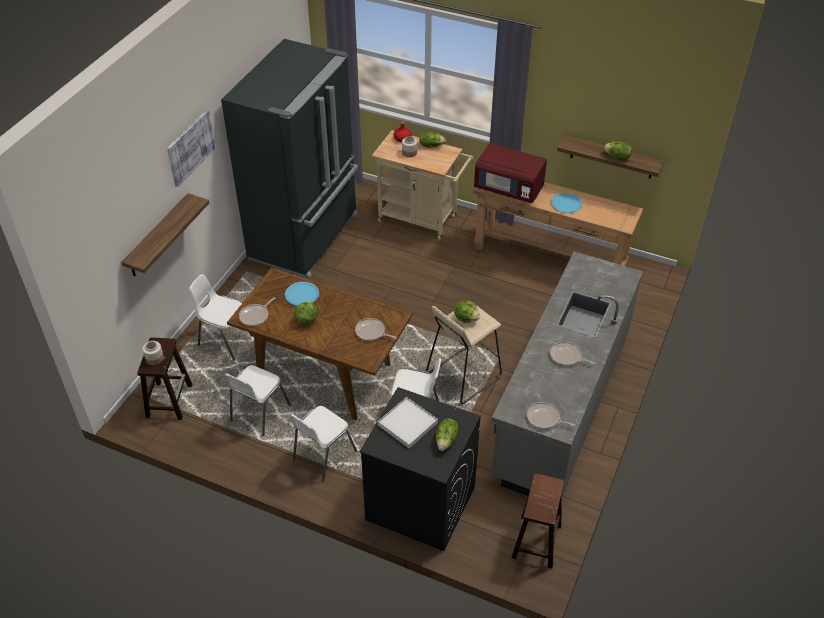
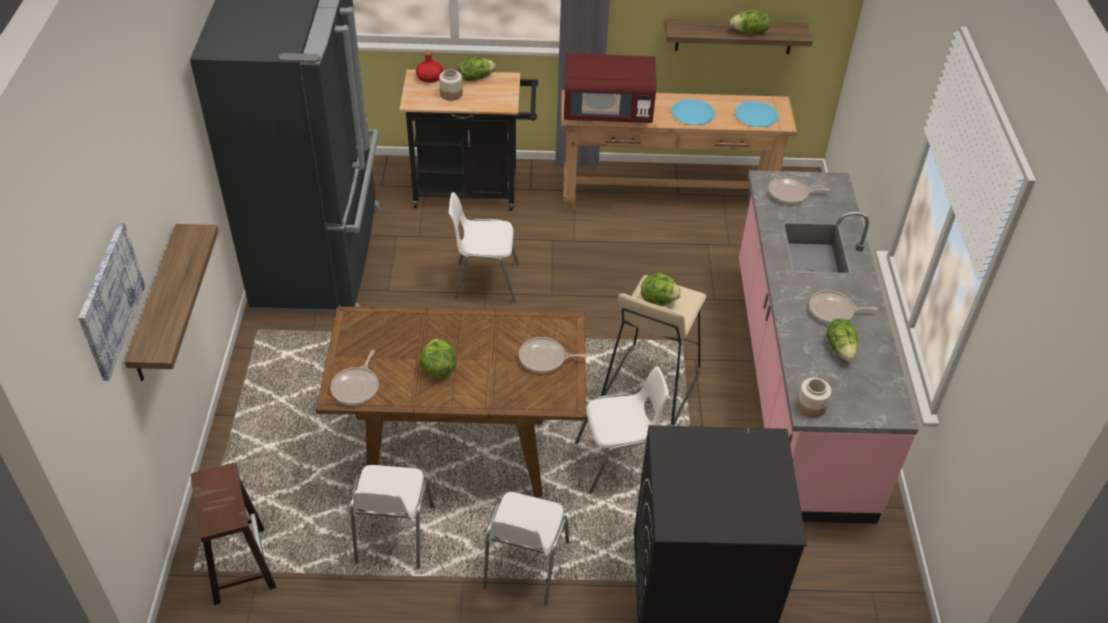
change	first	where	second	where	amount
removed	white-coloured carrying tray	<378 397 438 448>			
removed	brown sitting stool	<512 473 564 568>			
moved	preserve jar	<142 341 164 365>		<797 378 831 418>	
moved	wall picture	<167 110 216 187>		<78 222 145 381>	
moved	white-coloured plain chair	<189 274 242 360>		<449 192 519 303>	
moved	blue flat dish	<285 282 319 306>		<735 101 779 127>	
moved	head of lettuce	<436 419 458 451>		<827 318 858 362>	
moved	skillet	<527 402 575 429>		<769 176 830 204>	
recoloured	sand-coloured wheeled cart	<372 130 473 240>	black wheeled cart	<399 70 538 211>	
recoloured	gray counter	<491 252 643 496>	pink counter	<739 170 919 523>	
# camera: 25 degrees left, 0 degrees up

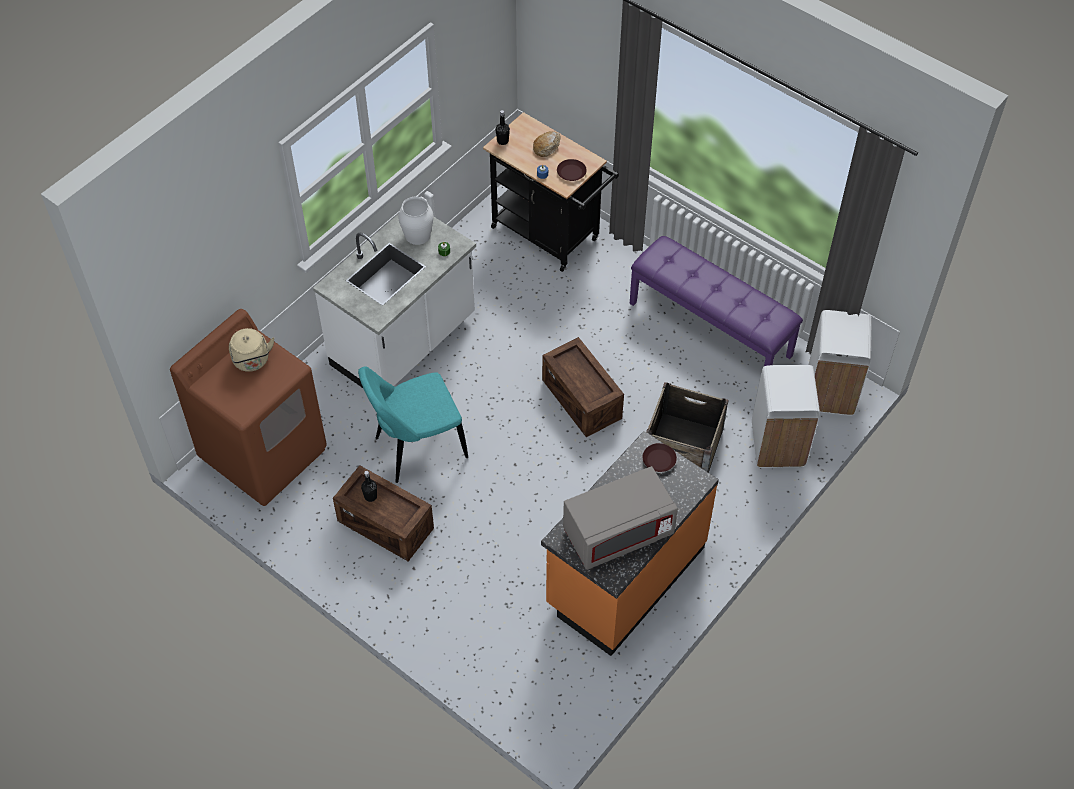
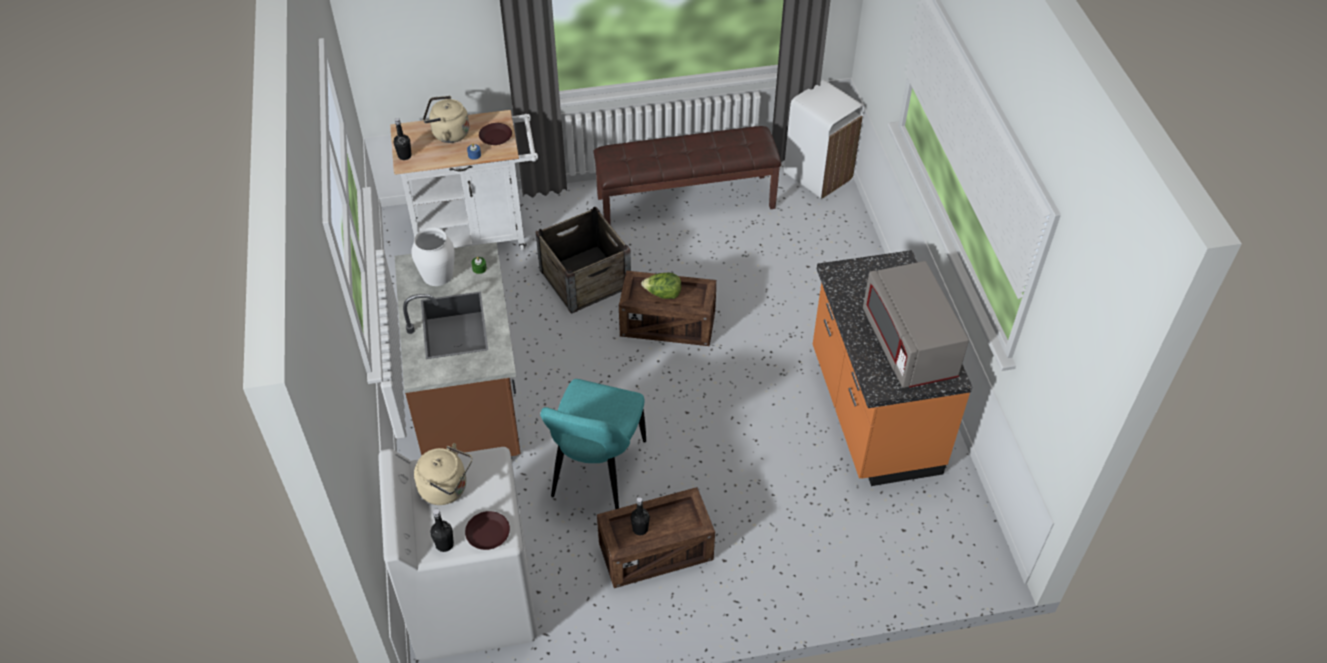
change	first	where	second	where	amount
removed	white-coloured waste bin	<752 365 820 468>			
added			black bottle	<430 509 454 552>	
added			head of lettuce	<641 273 681 299>	
moved	brown flat dish	<643 443 677 472>		<465 511 510 550>	
moved	shipping crate	<646 382 729 473>		<535 207 631 314>	
replaced	bakery bread	<533 131 561 157>	sand-coloured water kettle	<423 96 469 143>	
recoloured	brown washing machine	<170 309 327 506>	white-coloured washing machine	<378 447 537 661>	
recoloured	white-coloured counter	<313 214 476 388>	brown counter	<395 242 521 456>	
recoloured	black wheeled cart	<483 112 619 272>	white-coloured wheeled cart	<390 110 538 251>	
recoloured	purplish bench	<630 236 803 366>	brown bench	<593 126 781 224>	
turned	gray microwave oven	<563 466 678 570>		<863 261 969 388>	150 degrees clockwise
# camera: 50 degrees left, 5 degrees down

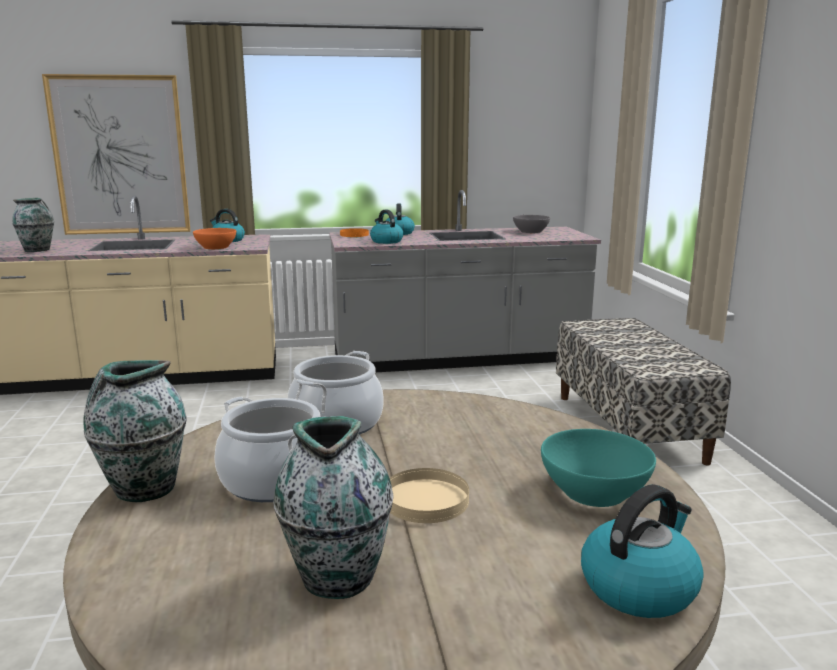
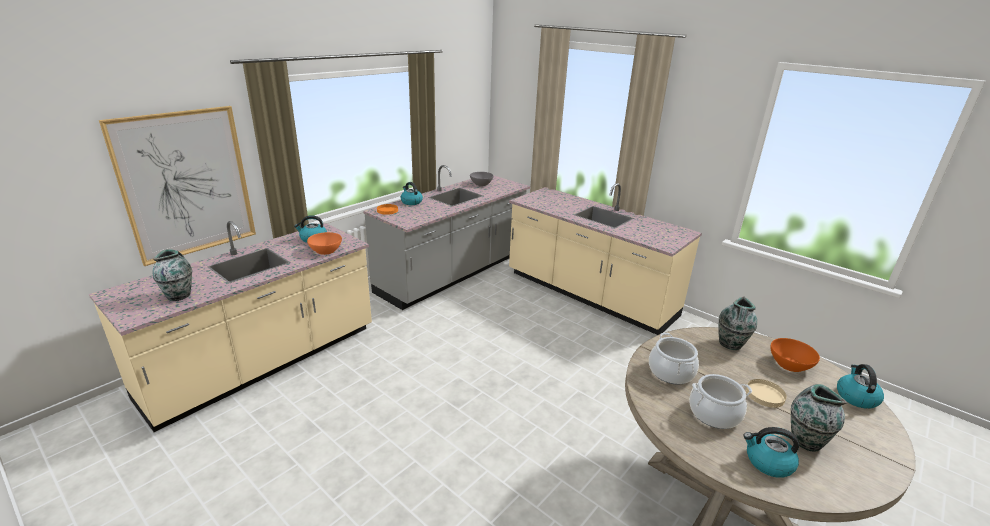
change	first	where	second	where	amount
moved	flower vase	<83 360 186 502>		<718 296 757 350>	
moved	water kettle	<370 210 404 244>		<743 427 799 478>	
replaced	bench	<556 318 731 465>	sand-coloured counter	<509 183 702 335>	
recoloured	blue-green bowl	<541 429 656 507>	orange bowl	<771 338 820 372>	
# camera: 40 degrees left, 10 degrees up

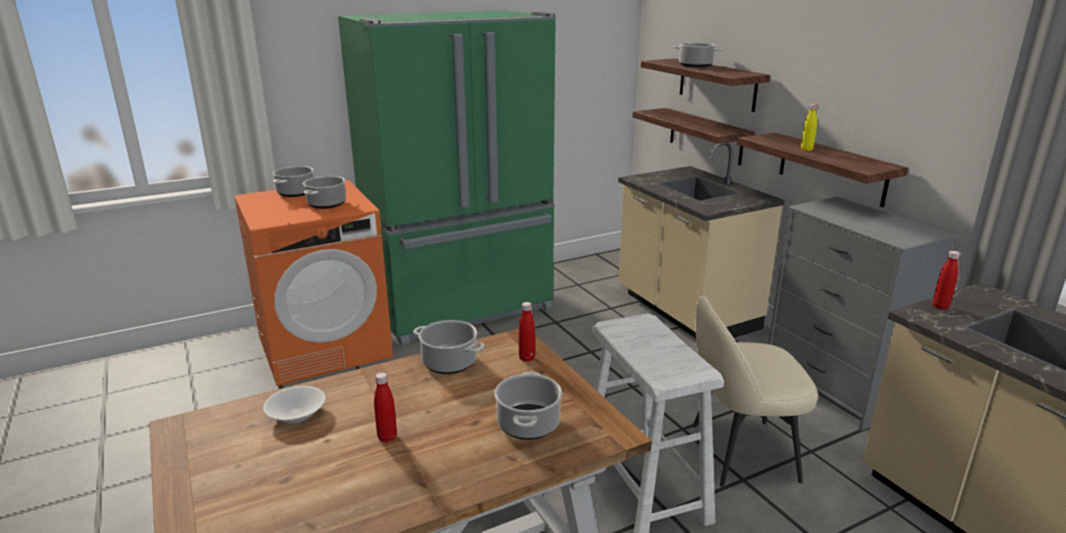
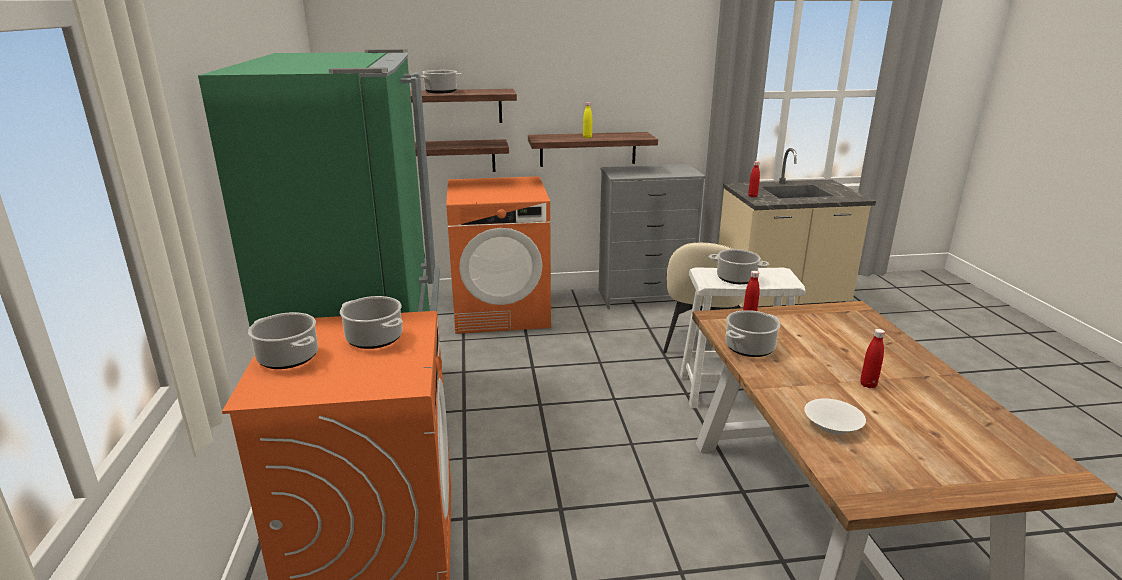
change	first	where	second	where	amount
moved	cooking pot	<494 371 562 440>		<709 249 769 284>	
replaced	sand-coloured counter	<618 143 785 338>	orange washing machine	<446 176 551 334>	
# camera: 70 degrees left, 0 degrees up

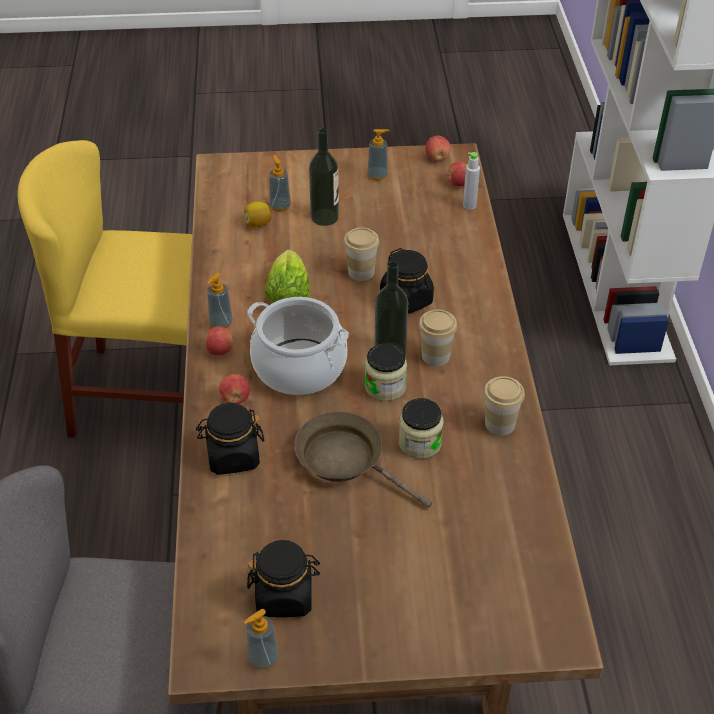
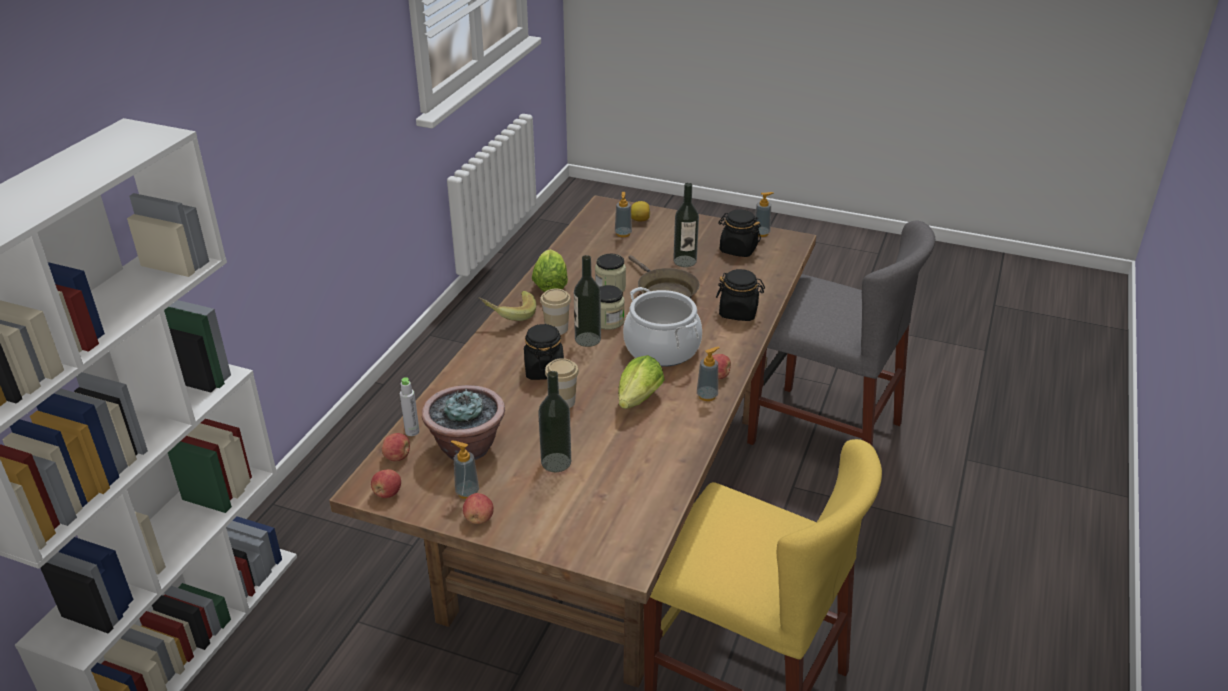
change	first	where	second	where	amount
added			potted plant	<422 385 505 460>	
added			banana	<479 291 536 321>	
added			bottle	<673 183 699 267>	
moved	whole apple	<218 374 250 404>		<463 493 494 524>	
moved	lemon	<244 201 272 227>		<631 201 650 222>	
moved	soap dispenser	<269 155 291 212>		<615 192 632 237>	
replaced	cup	<484 376 525 436>	head of lettuce	<532 249 568 292>	
# camera: 155 degrees left, 10 degrees down

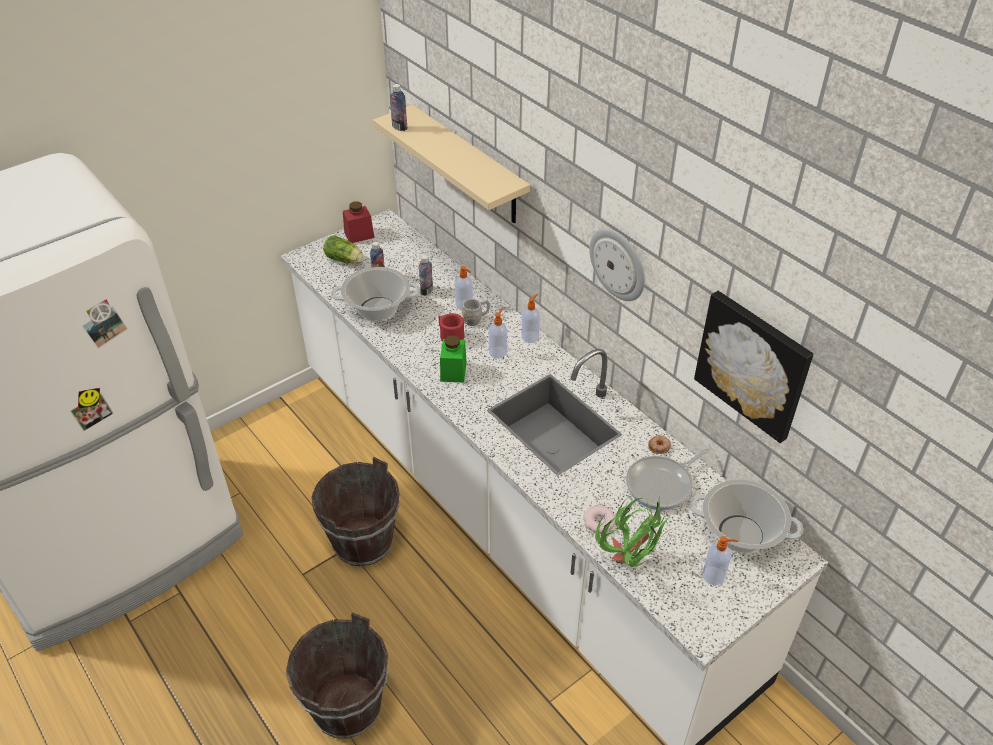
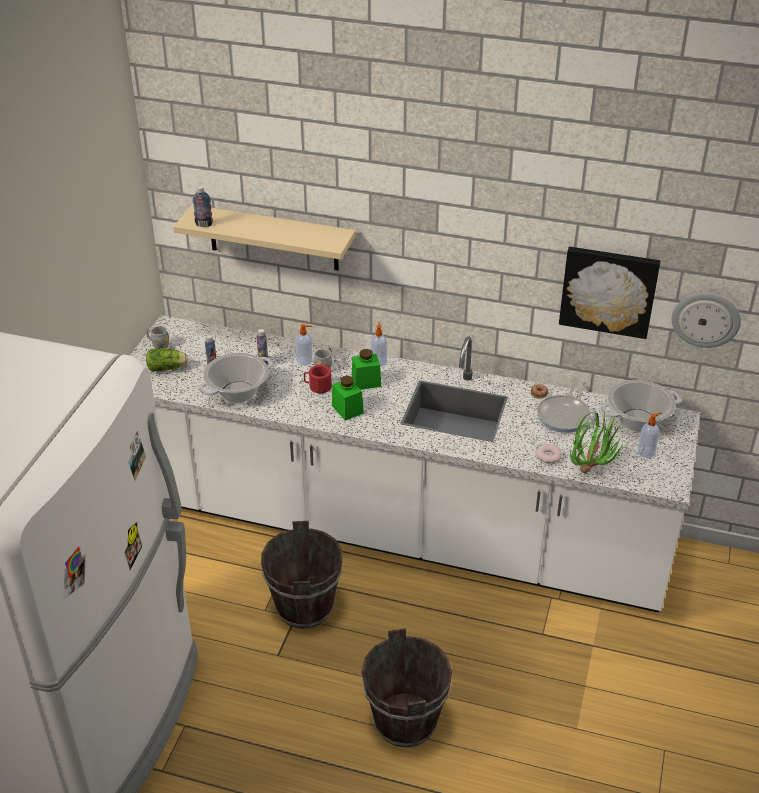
change	first	where	second	where	amount
moved	wall clock	<589 229 645 301>		<672 293 741 348>	
replaced	red preserve jar	<343 202 375 243>	gray mug	<146 326 169 349>	
replaced	soap dispenser	<489 308 507 359>	greenish preserve jar	<352 349 381 390>	
# camera: 35 degrees left, 5 degrees down

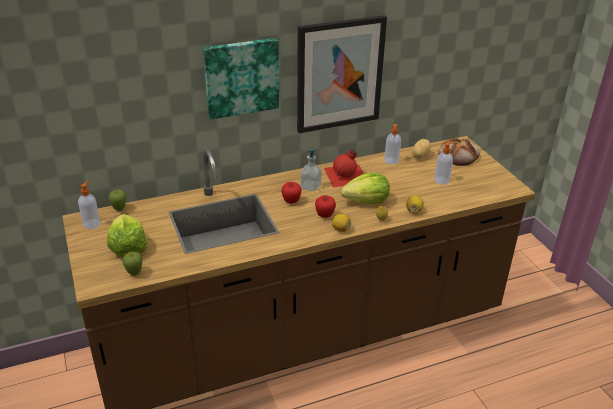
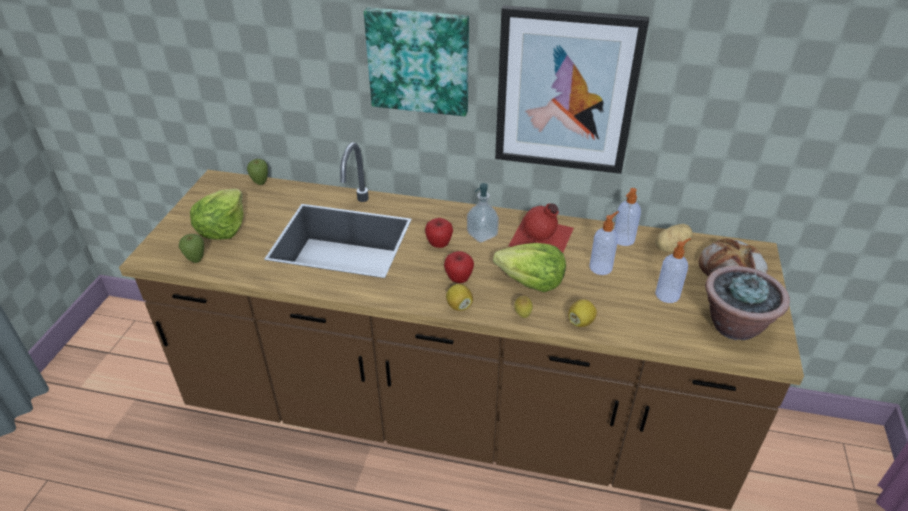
change	first	where	second	where	amount
added			potted plant	<705 266 790 340>	
moved	soap dispenser	<78 180 100 229>		<589 211 619 275>	
# camera: 35 degrees right, 5 degrees up

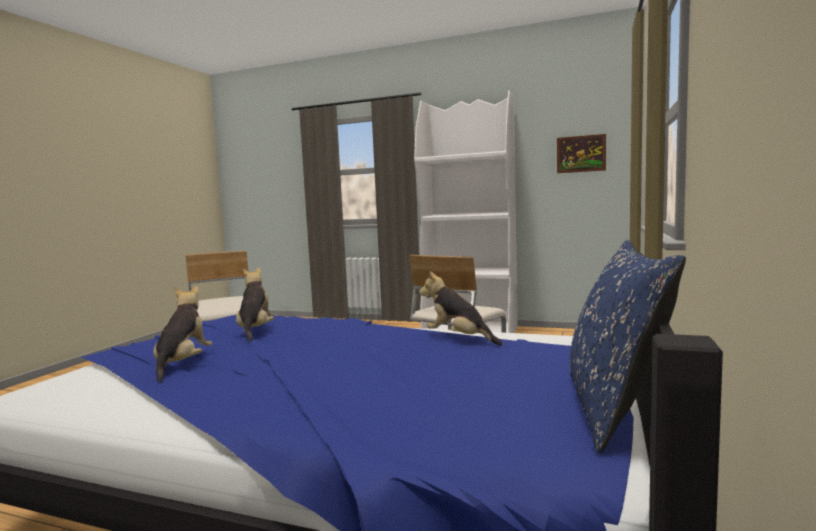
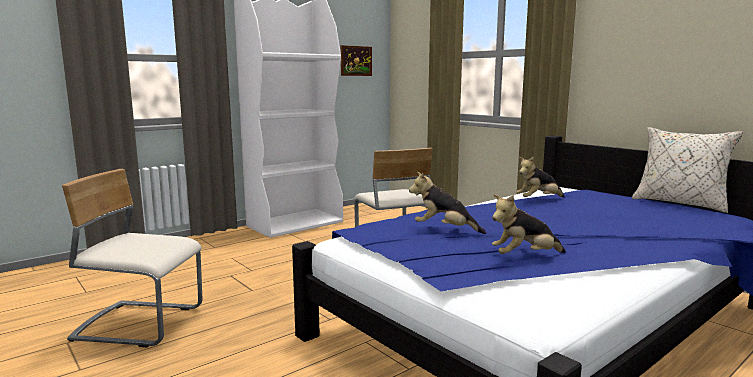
change	first	where	second	where	amount
recoloured	blue throw pillow	<570 240 686 453>	sand-coloured throw pillow	<632 127 743 213>	
turned	cuddly toy	<153 286 213 383>		<492 194 566 254>	45 degrees counterclockwise
# camera: 60 degrees left, 5 degrees up

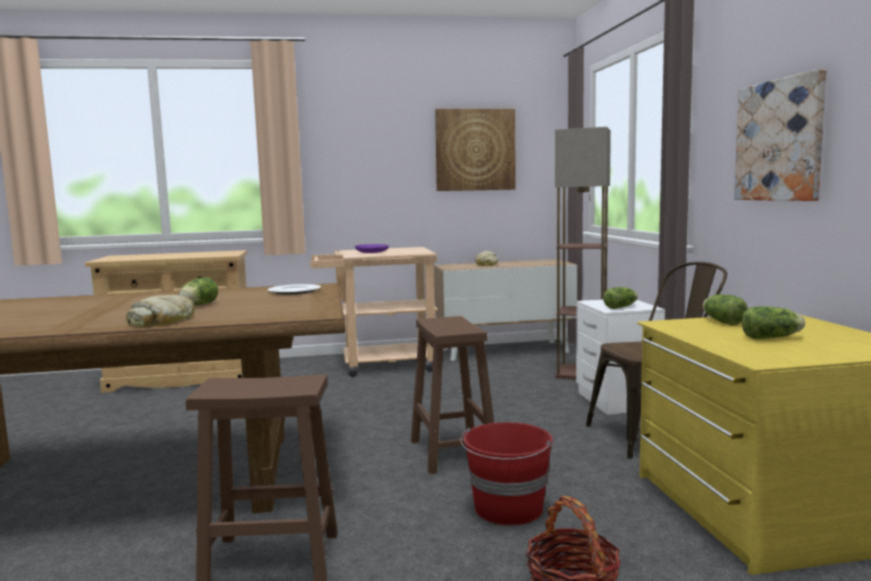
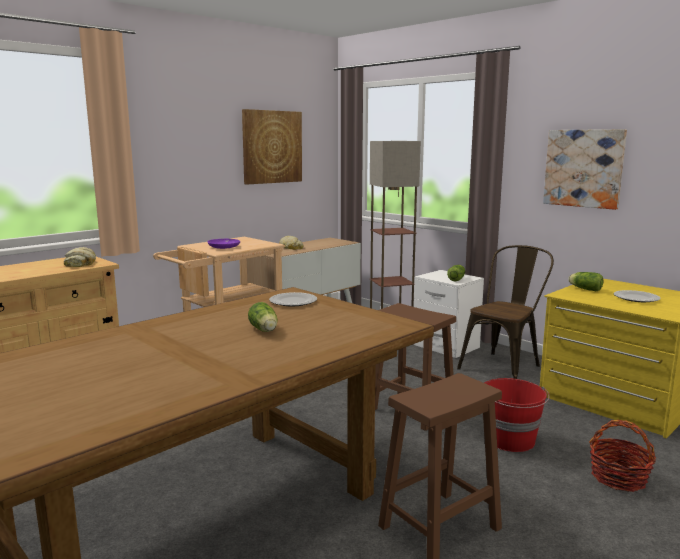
change	first	where	second	where	amount
moved	bakery bread	<126 295 195 327>		<64 247 96 267>	
replaced	head of lettuce	<742 307 805 339>	flat dish	<613 290 661 302>	
# camera: 35 degrees left, 5 degrees up

